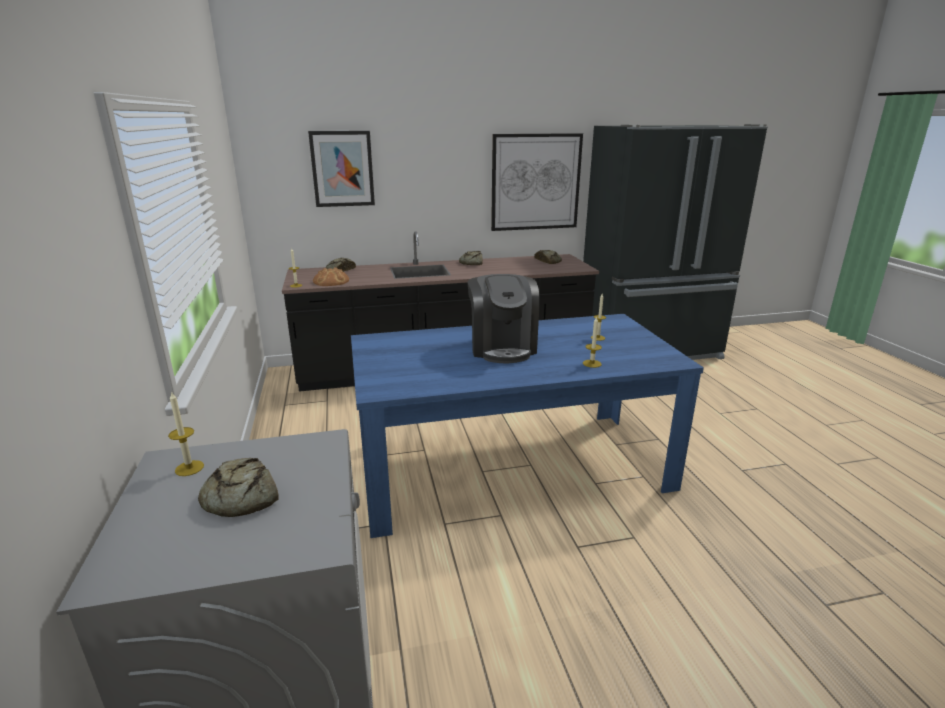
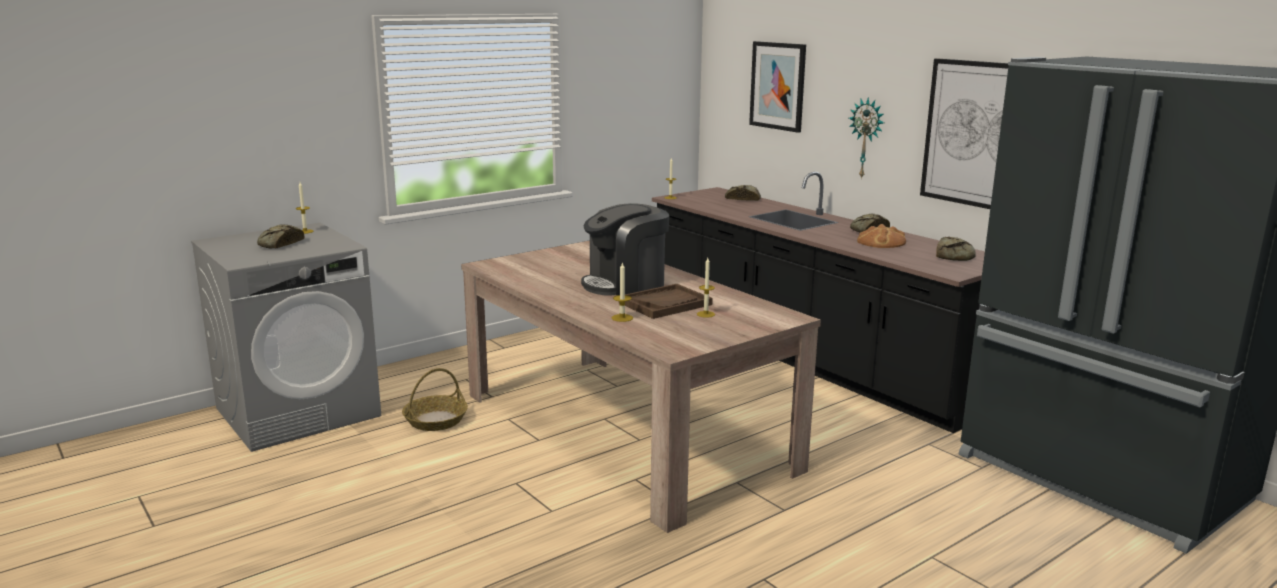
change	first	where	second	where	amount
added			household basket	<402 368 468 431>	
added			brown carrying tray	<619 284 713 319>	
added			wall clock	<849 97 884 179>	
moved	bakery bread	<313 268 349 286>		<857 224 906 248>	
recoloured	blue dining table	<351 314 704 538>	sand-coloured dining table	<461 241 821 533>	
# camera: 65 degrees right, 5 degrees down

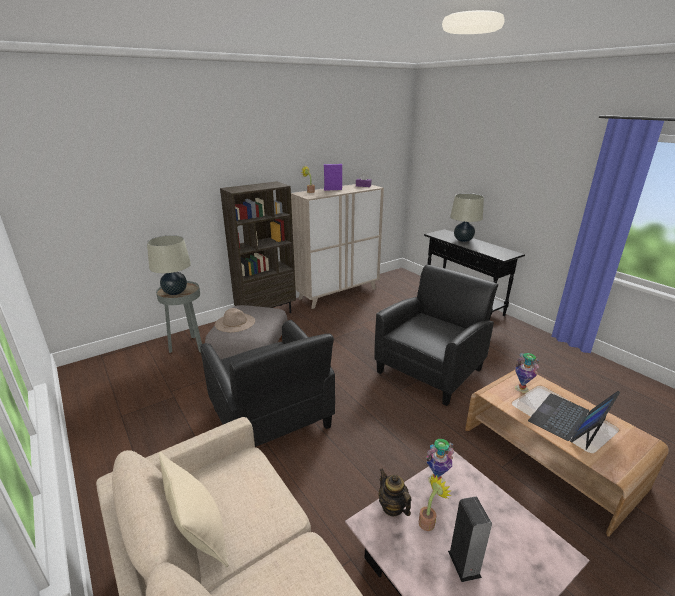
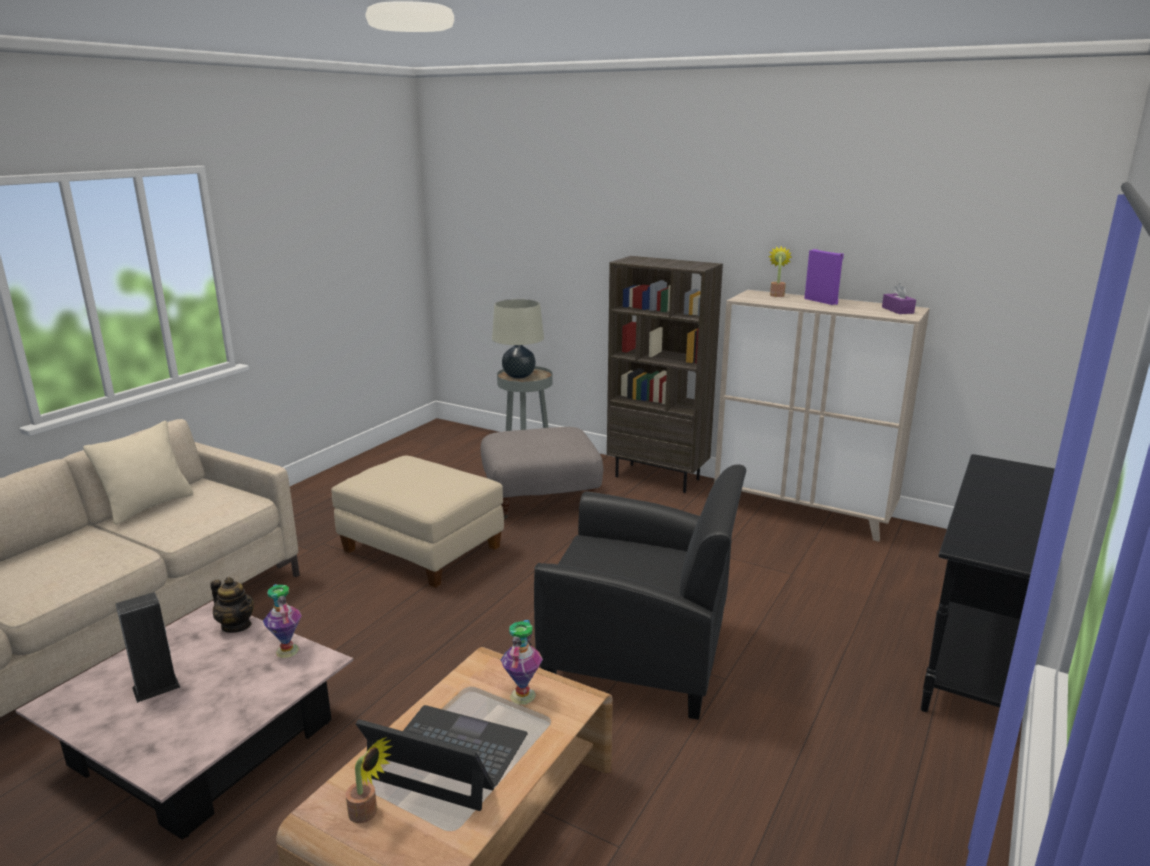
change	first	where	second	where	amount
removed	sand-coloured hat	<215 308 255 332>			
removed	sand-coloured tabletop lamp	<450 193 484 242>			
moved	potted plant	<419 475 452 531>		<346 737 392 823>	
replaced	black lounge chair	<200 320 335 447>	sand-coloured ottoman	<331 455 504 588>	
turned	tea pot	<379 468 411 516>		<211 577 254 633>	90 degrees clockwise
# camera: 65 degrees right, 5 degrees down

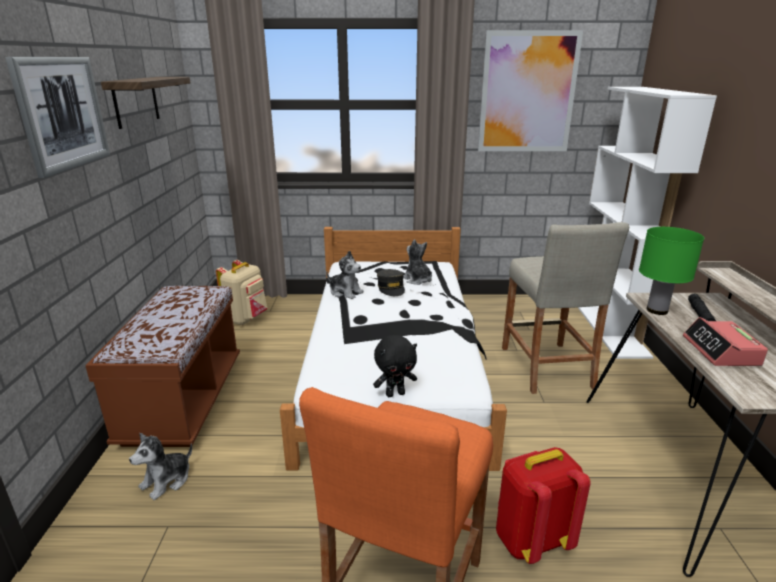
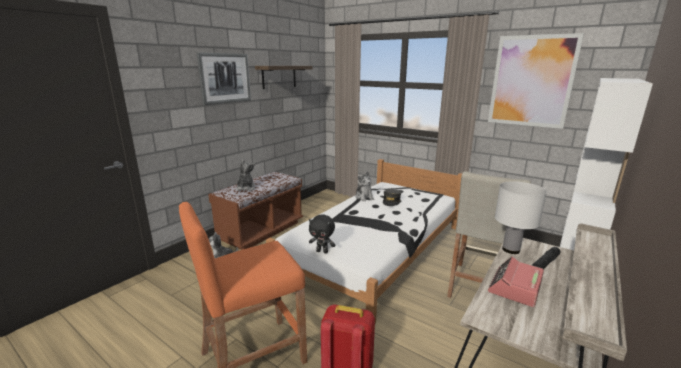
change	first	where	second	where	amount
removed	sand-coloured knapsack	<216 260 268 325>			
moved	cuddly toy	<403 239 432 285>		<236 159 255 191>	
recoloured	greenish tabletop lamp	<639 227 704 315>	white-coloured tabletop lamp	<495 181 547 254>	
# camera: 35 degrees right, 5 degrees down

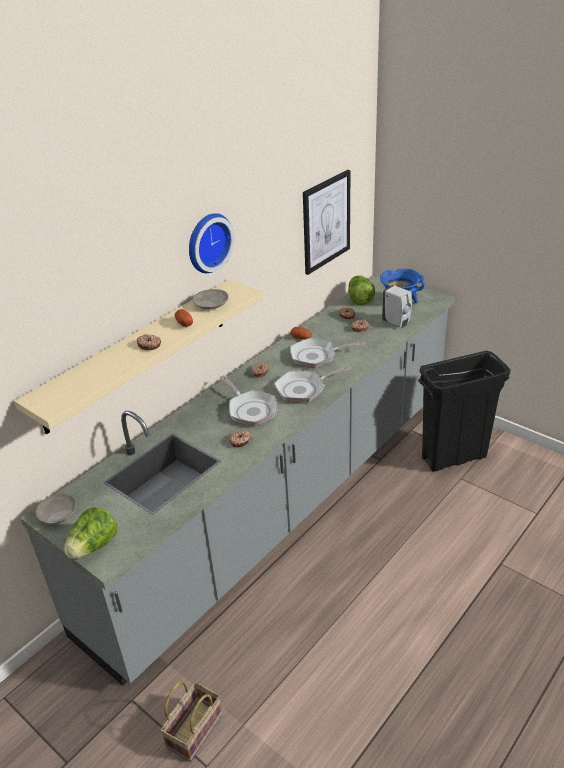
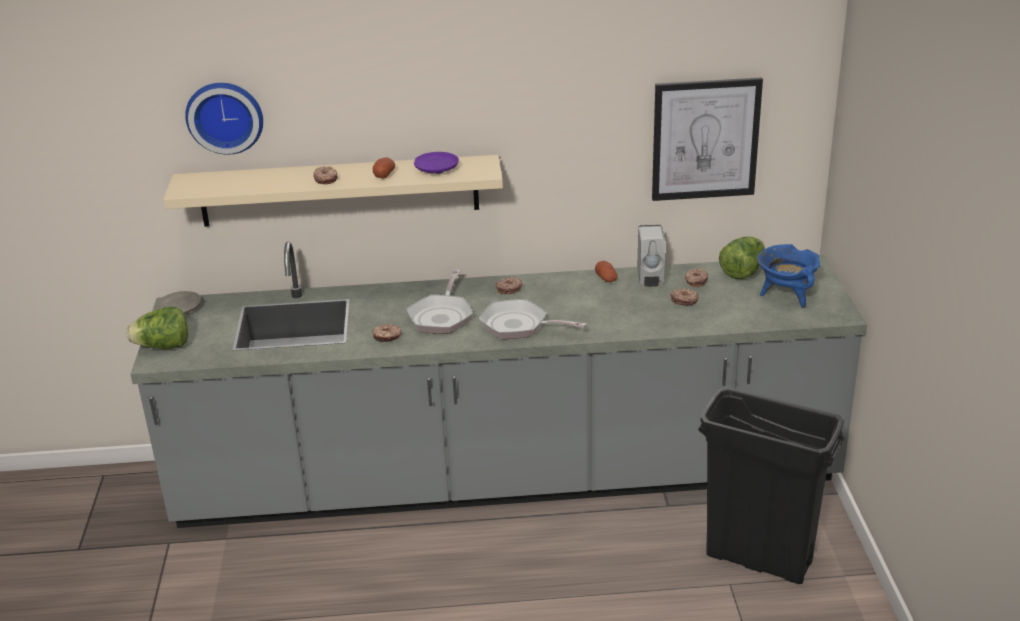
change	first	where	second	where	amount
removed	household basket	<160 681 222 762>			
removed	skillet	<290 338 366 368>			
moved	wall clock	<189 213 234 273>		<185 83 263 155>	
moved	white-coloured soap dispenser	<382 285 412 328>		<638 225 665 287>	
recoloured	sand-coloured flat dish	<192 289 229 309>	purplish flat dish	<414 152 459 174>	
# camera: 45 degrees right, 5 degrees down

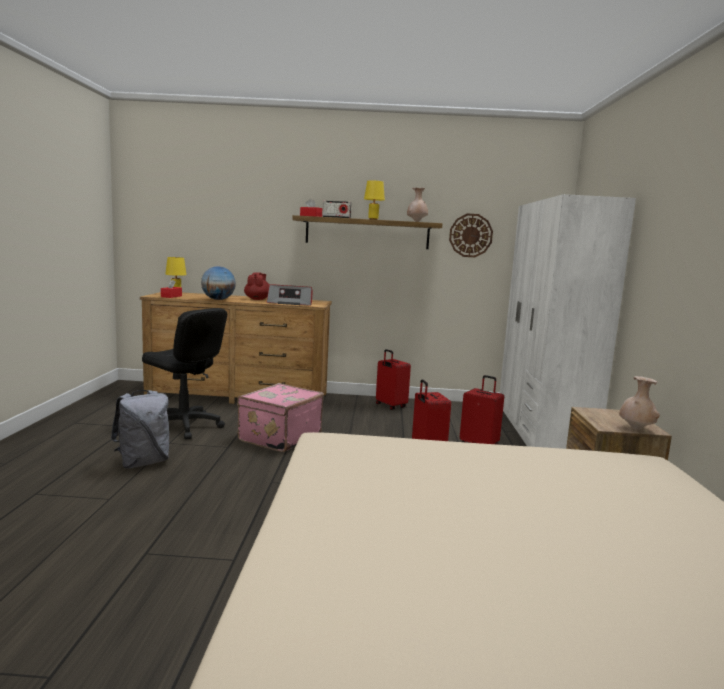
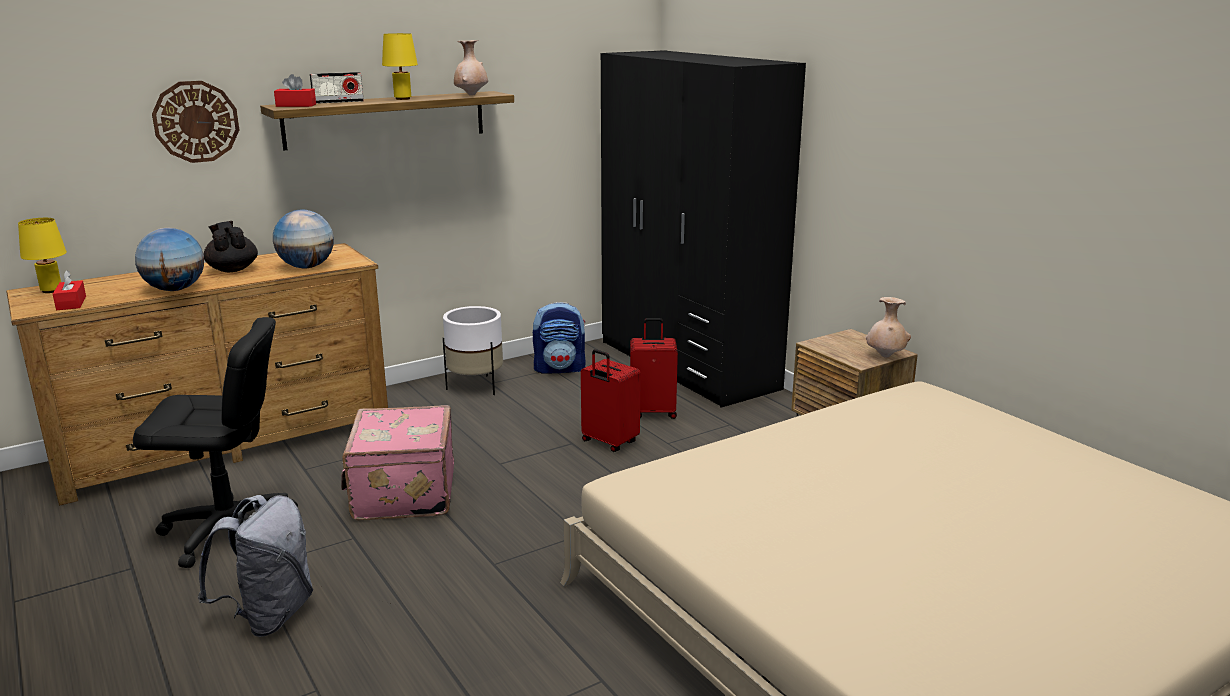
change	first	where	second	where	amount
added			knapsack	<533 302 586 374>	
moved	wall clock	<449 214 493 257>		<152 81 239 163>	
replaced	radio set	<267 284 313 306>	desk globe	<273 210 334 268>	
replaced	red travel case	<376 349 411 410>	white-coloured planter	<443 306 503 395>	
recoloured	red tea pot	<244 272 270 300>	black tea pot	<204 221 258 272>	
recoloured	white-coloured armoire	<500 194 636 449>	black armoire	<601 50 806 408>	
# camera: 35 degrees left, 10 degrees up

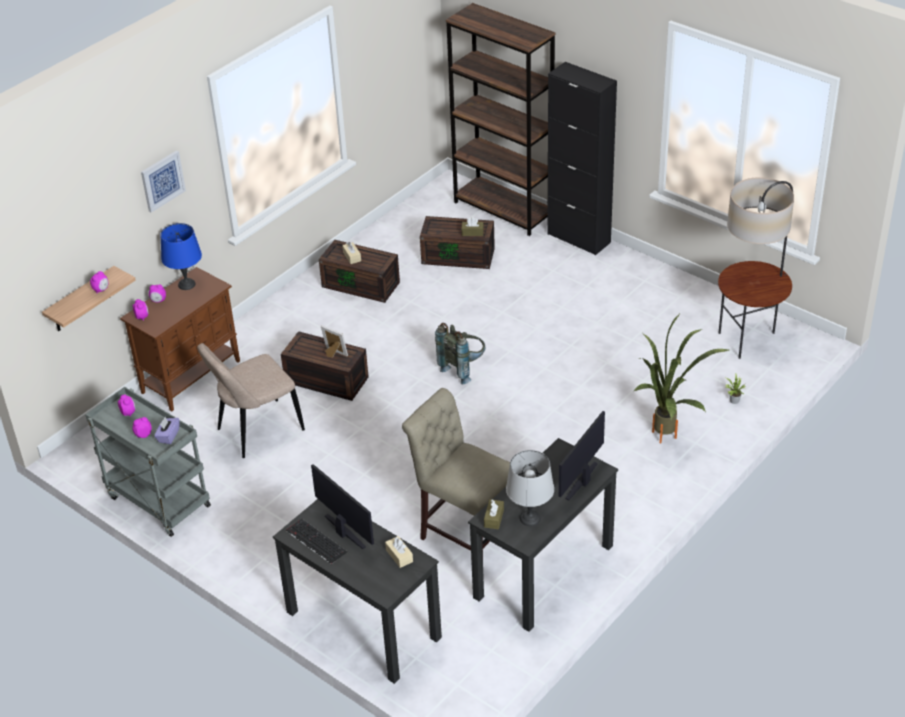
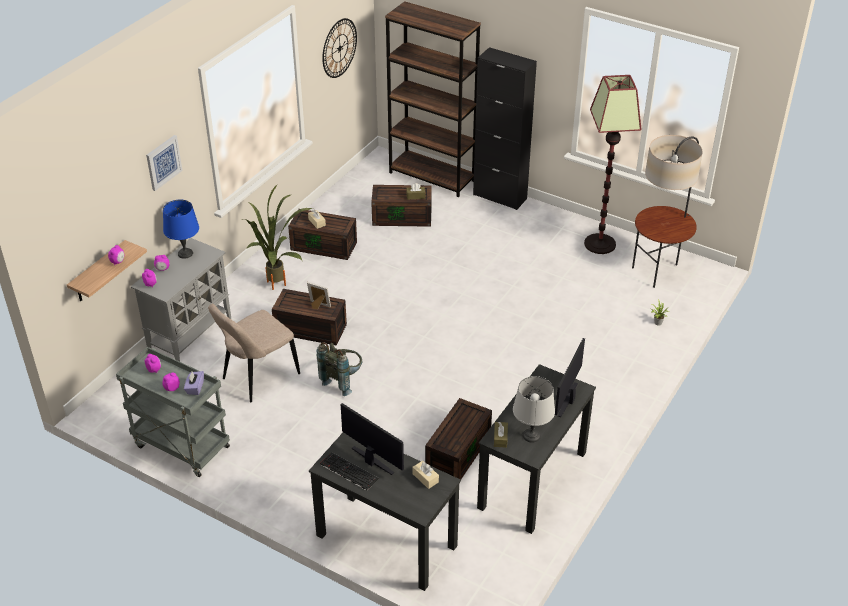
change	first	where	second	where	amount
added			wall clock	<322 18 357 78>	
added			standard lamp	<584 75 642 254>	
moved	gray knapsack	<435 323 485 384>		<317 342 363 396>	
moved	potted plant	<633 314 729 443>		<241 185 313 290>	
replaced	sand-coloured plain chair	<402 388 510 551>	brown storage box	<425 398 492 480>	
recoloured	brown cabinet	<120 267 240 411>	gray cabinet	<131 238 231 362>	
# camera: 10 degrees left, 0 degrees up

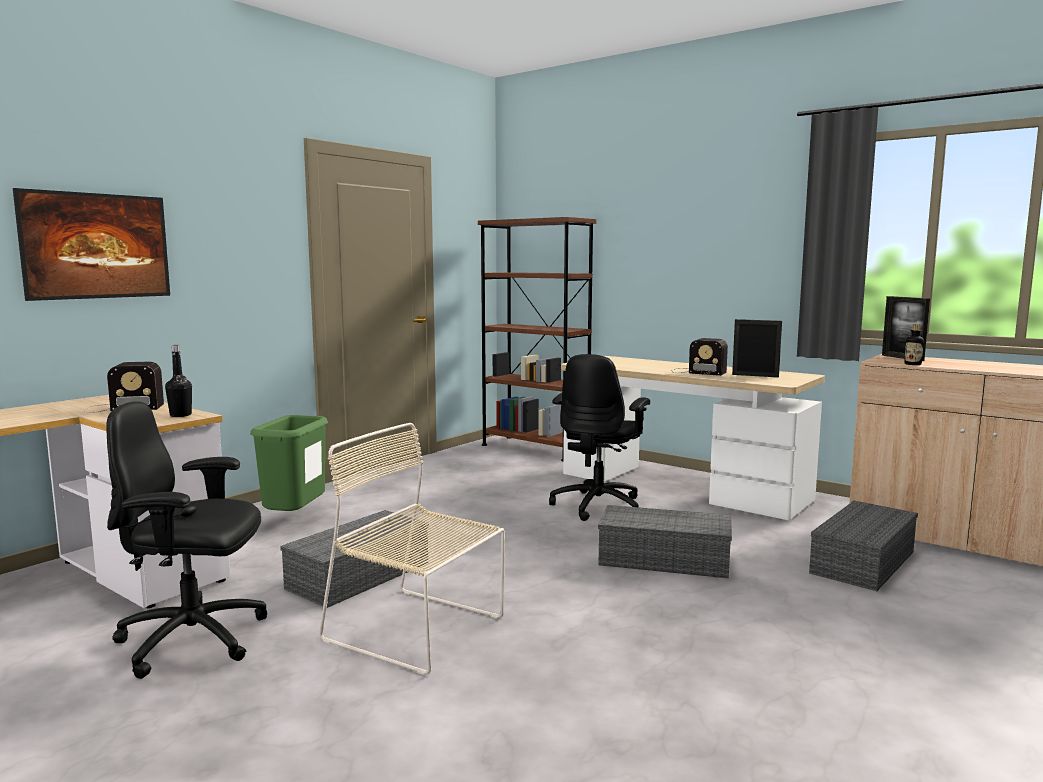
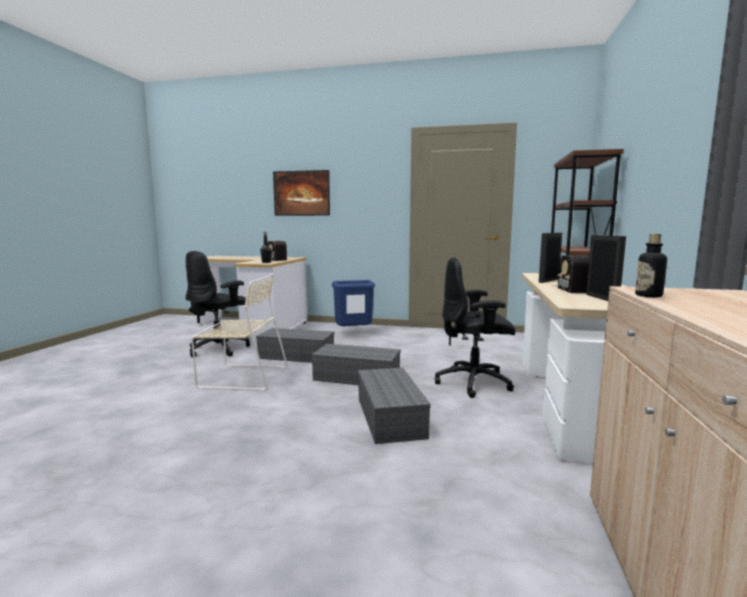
change	first	where	second	where	amount
moved	gray storage box	<809 501 918 591>		<311 344 401 385>	
moved	photo frame	<882 296 930 361>		<539 233 562 283>	
recoloured	greenish waste bin	<250 415 328 511>	blue waste bin	<332 280 375 326>	
turned	black office chair	<106 401 267 679>		<185 251 250 357>	120 degrees counterclockwise
turned	sand-coloured plain chair	<319 423 505 675>		<191 274 288 391>	90 degrees clockwise
# camera: 65 degrees right, 0 degrees up

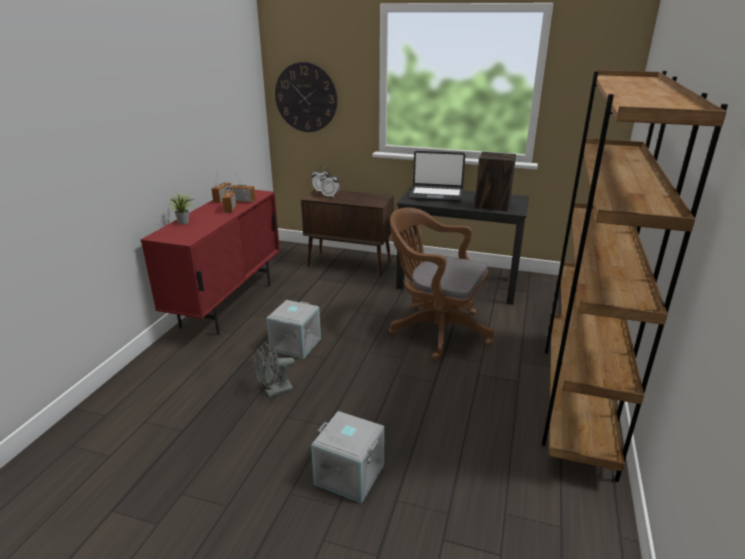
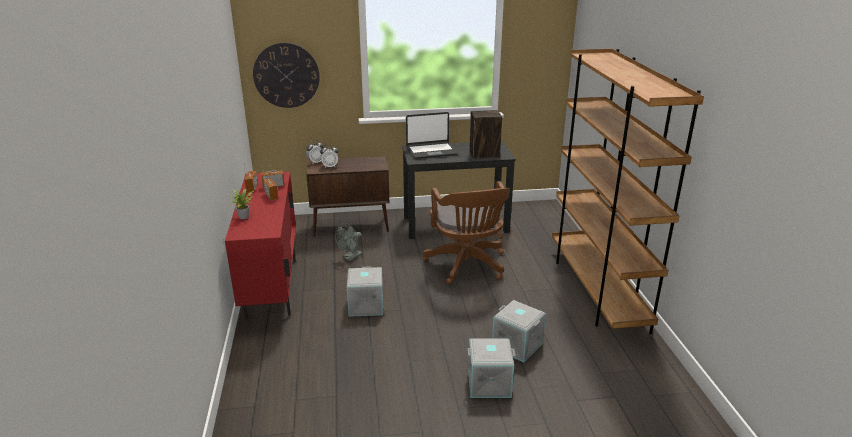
change	first	where	second	where	amount
added			gray storage box	<492 300 546 363>	
moved	gray cooling fan	<254 342 295 398>		<335 223 362 261>	
turned	brown office chair	<389 207 494 360>		<423 181 510 284>	105 degrees counterclockwise
# camera: 25 degrees left, 0 degrees up

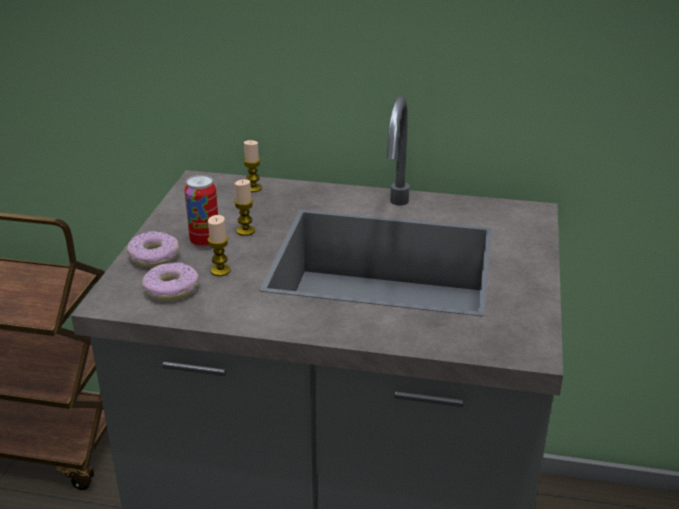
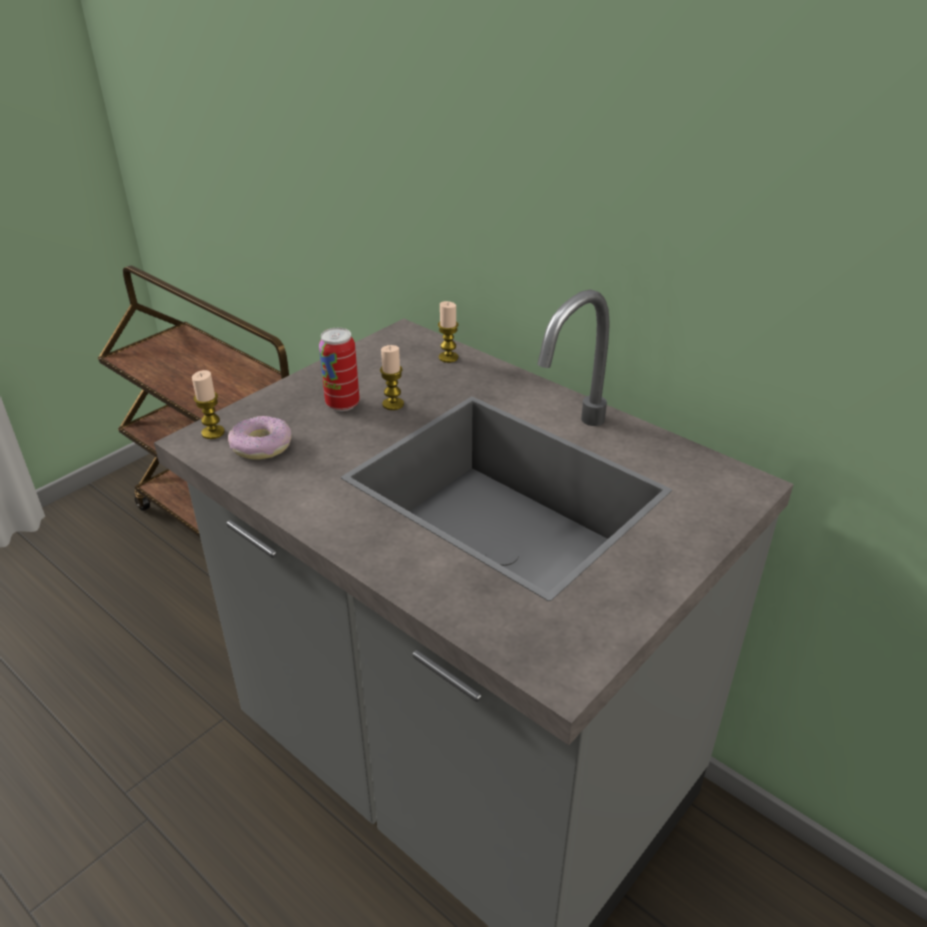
change	first	where	second	where	amount
removed	donut	<127 231 179 268>			
moved	wax candle	<207 215 231 276>		<192 370 225 439>	
# camera: 30 degrees right, 5 degrees up

